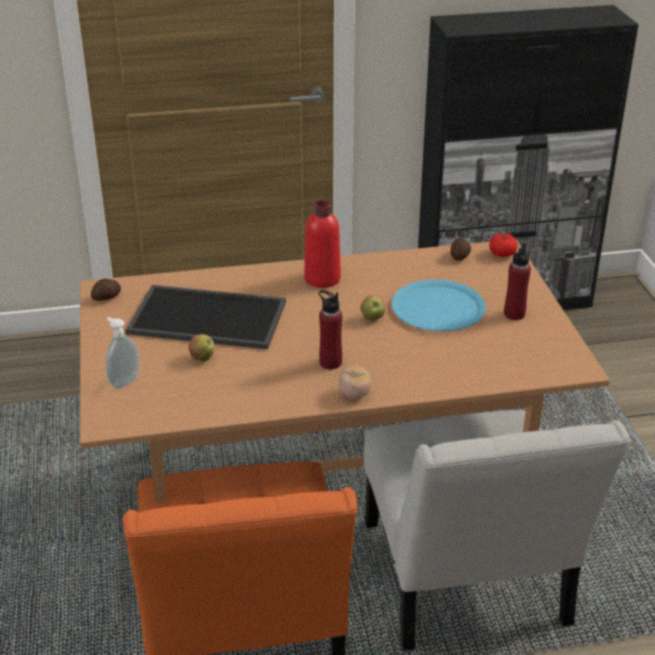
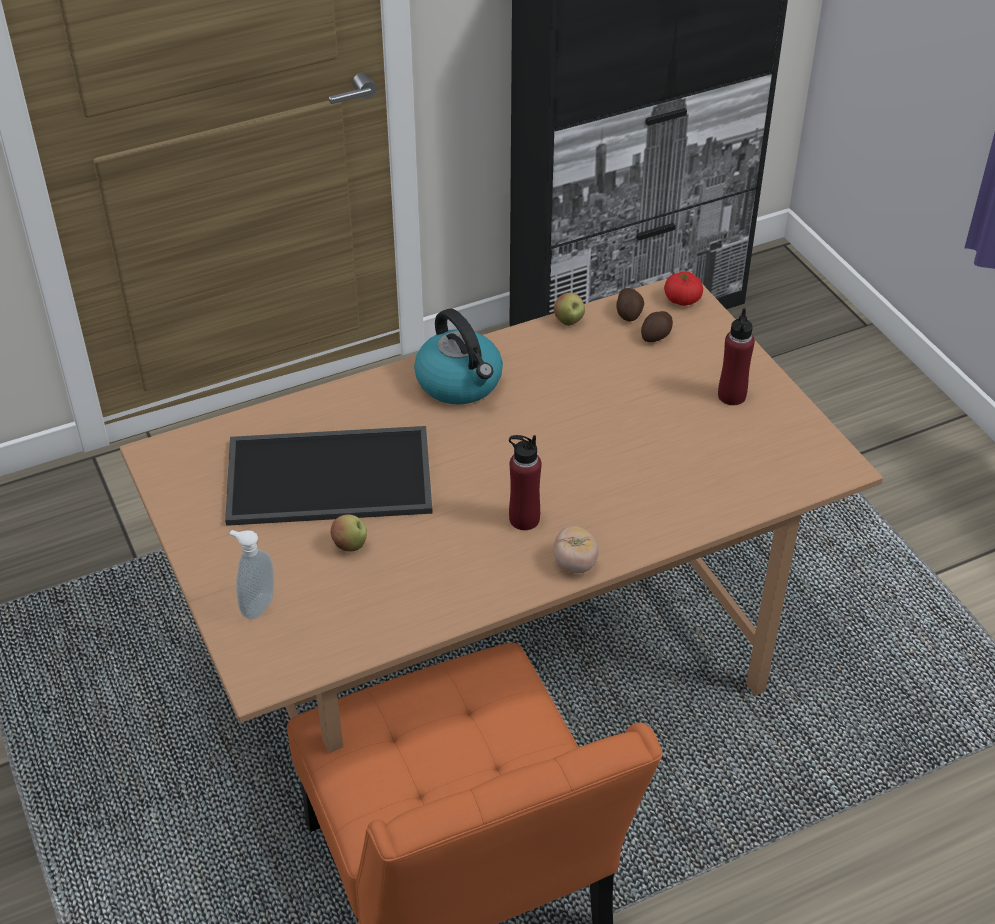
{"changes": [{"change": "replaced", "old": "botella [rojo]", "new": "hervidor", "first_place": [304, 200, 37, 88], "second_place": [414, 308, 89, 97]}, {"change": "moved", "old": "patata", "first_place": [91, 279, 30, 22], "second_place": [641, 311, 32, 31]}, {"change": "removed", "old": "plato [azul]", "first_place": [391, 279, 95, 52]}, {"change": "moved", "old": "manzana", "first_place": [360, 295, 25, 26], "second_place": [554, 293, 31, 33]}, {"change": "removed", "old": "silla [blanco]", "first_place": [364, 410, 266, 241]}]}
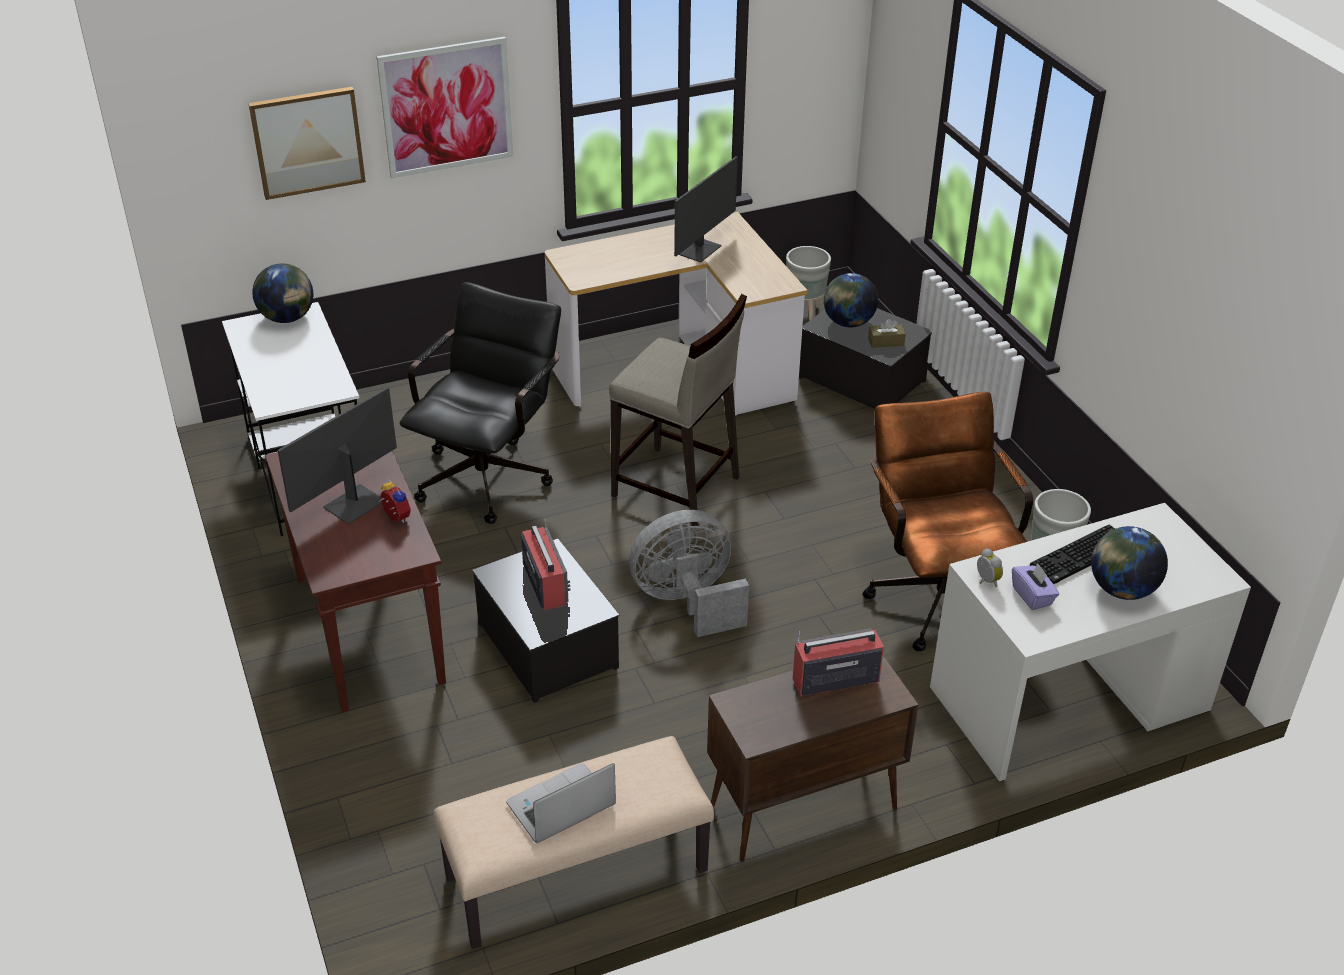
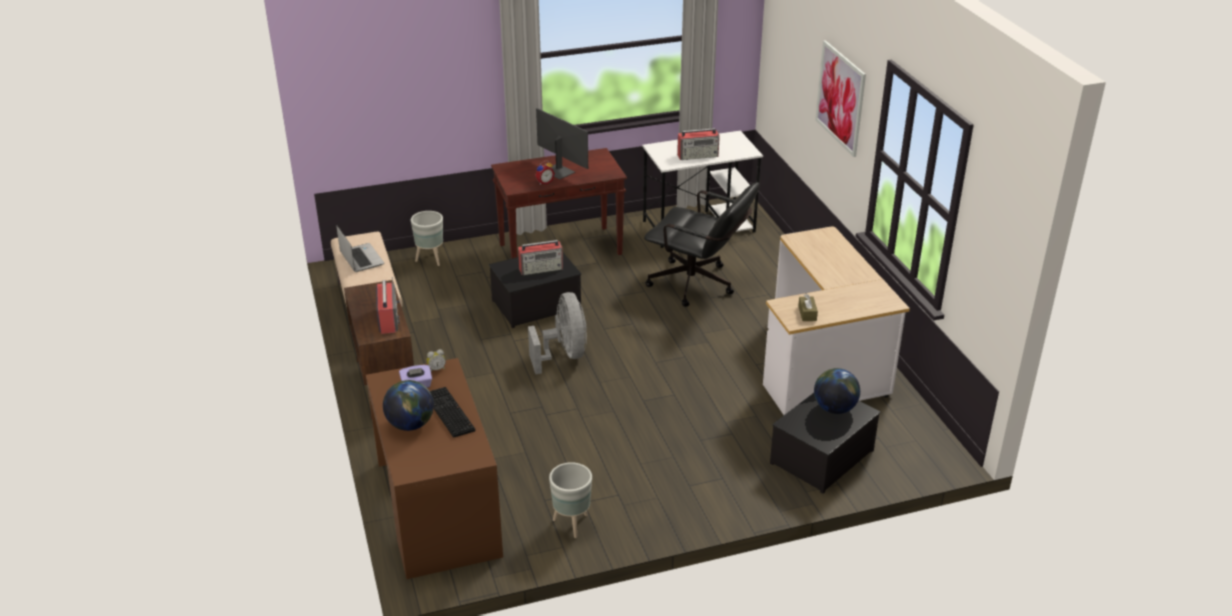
{"changes": [{"change": "removed", "old": "cuadro", "first_place": [248, 87, 118, 113]}, {"change": "removed", "old": "monitor", "first_place": [674, 156, 64, 106]}, {"change": "moved", "old": "maceta [gris]", "first_place": [786, 246, 45, 75], "second_place": [411, 211, 32, 55]}, {"change": "removed", "old": "globo terráqueo", "first_place": [252, 264, 61, 59]}, {"change": "removed", "old": "taburete [beis]", "first_place": [609, 294, 138, 232]}, {"change": "moved", "old": "caja de pañuelos [marrón]", "first_place": [868, 319, 38, 29], "second_place": [798, 294, 20, 27]}, {"change": "removed", "old": "silla de oficina [marrón]", "first_place": [862, 392, 171, 259]}, {"change": "recoloured", "old": "escritorio [blanco]", "new": "escritorio [marrón]", "first_place": [930, 503, 321, 278], "second_place": [366, 358, 137, 221]}, {"change": "added", "new": "radio", "second_place": [677, 128, 43, 32]}]}
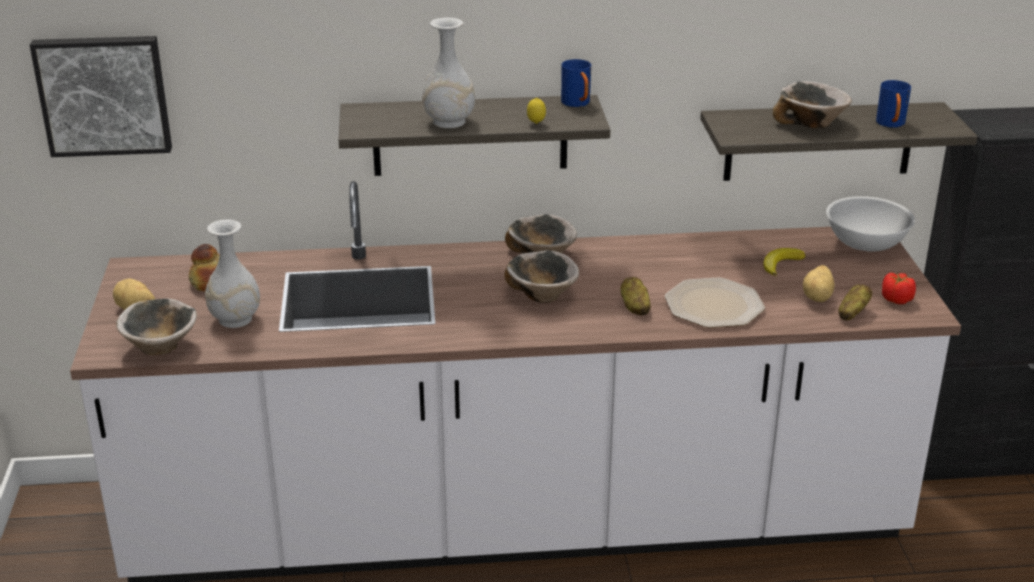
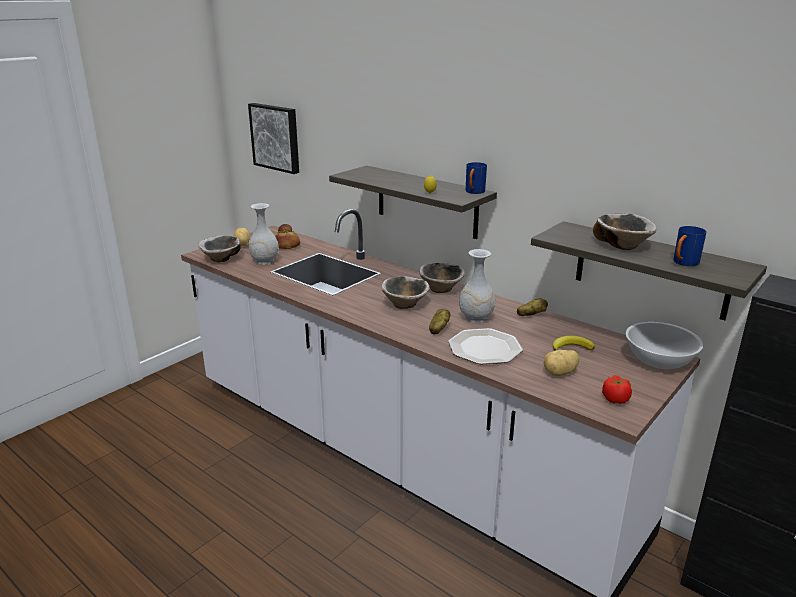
{"changes": [{"change": "moved", "old": "florero [blanco]", "first_place": [422, 17, 53, 111], "second_place": [459, 249, 36, 74]}, {"change": "moved", "old": "patata", "first_place": [838, 284, 34, 36], "second_place": [517, 298, 31, 18]}]}
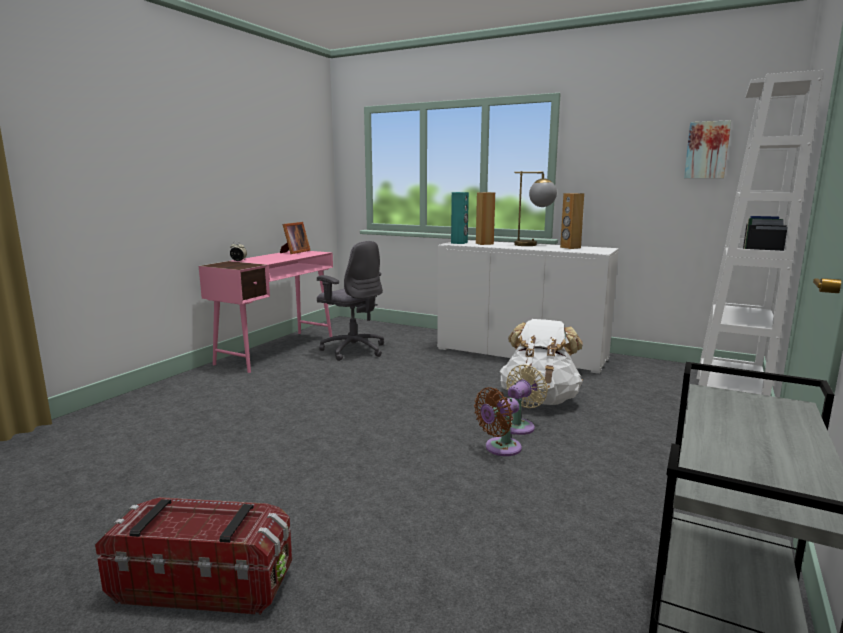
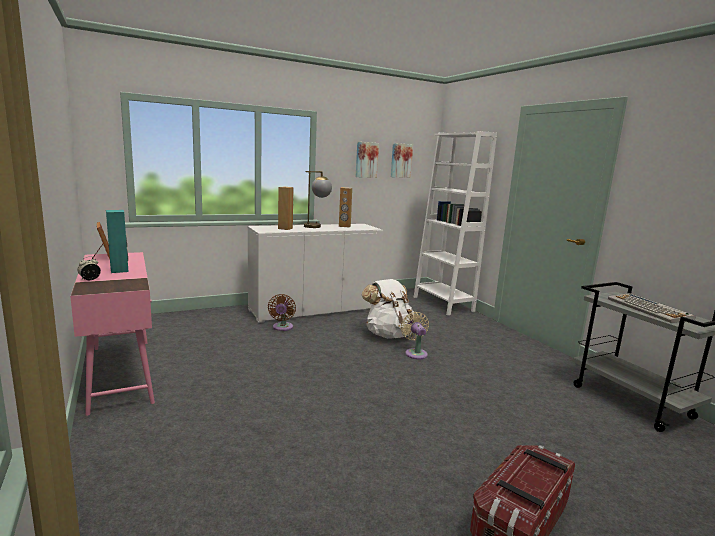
{"changes": [{"change": "moved", "old": "altavoz [turquesa]", "first_place": [451, 192, 18, 52], "second_place": [106, 210, 23, 63]}, {"change": "removed", "old": "silla de oficina [gris]", "first_place": [317, 241, 67, 120]}, {"change": "moved", "old": "ventilador [marrón]", "first_place": [474, 387, 48, 69], "second_place": [268, 294, 28, 37]}, {"change": "added", "new": "cuadro", "second_place": [356, 142, 23, 36]}, {"change": "added", "new": "teclado", "second_place": [608, 293, 88, 30]}]}
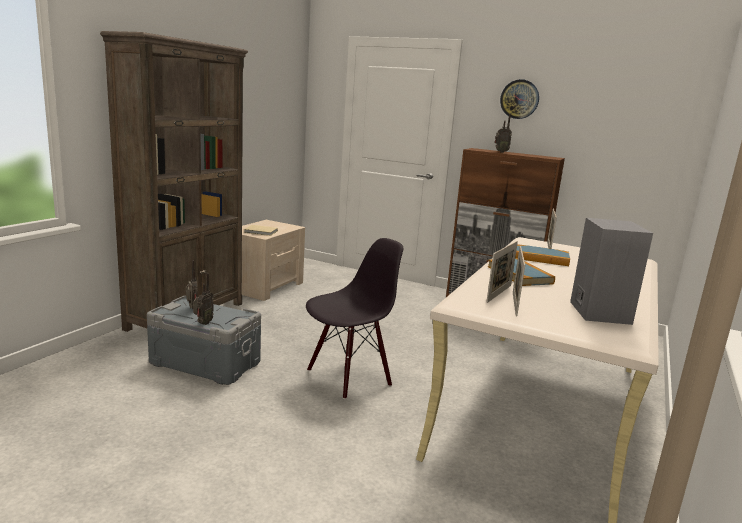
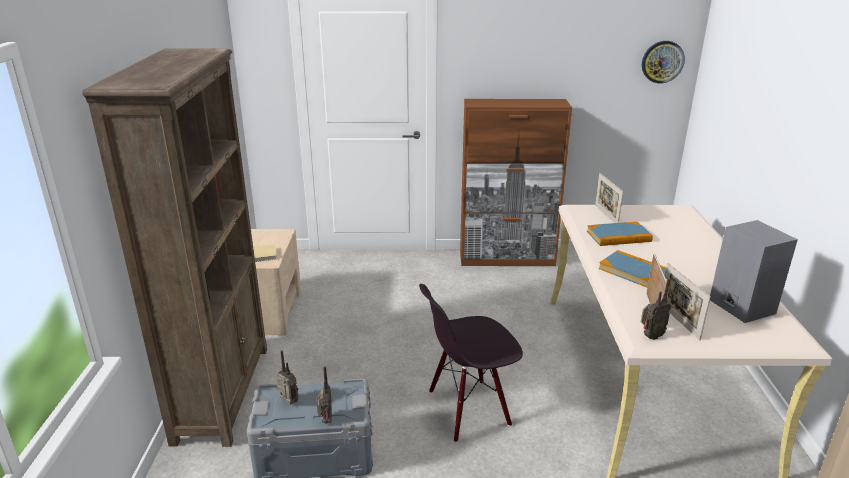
{"changes": [{"change": "moved", "old": "reloj de pared", "first_place": [500, 79, 39, 40], "second_place": [642, 41, 43, 42]}, {"change": "moved", "old": "radio", "first_place": [494, 113, 18, 40], "second_place": [641, 279, 30, 61]}, {"change": "turned", "old": "silla [negro]", "first_place": [306, 238, 97, 161], "second_place": [419, 284, 104, 159], "degrees": -135}]}
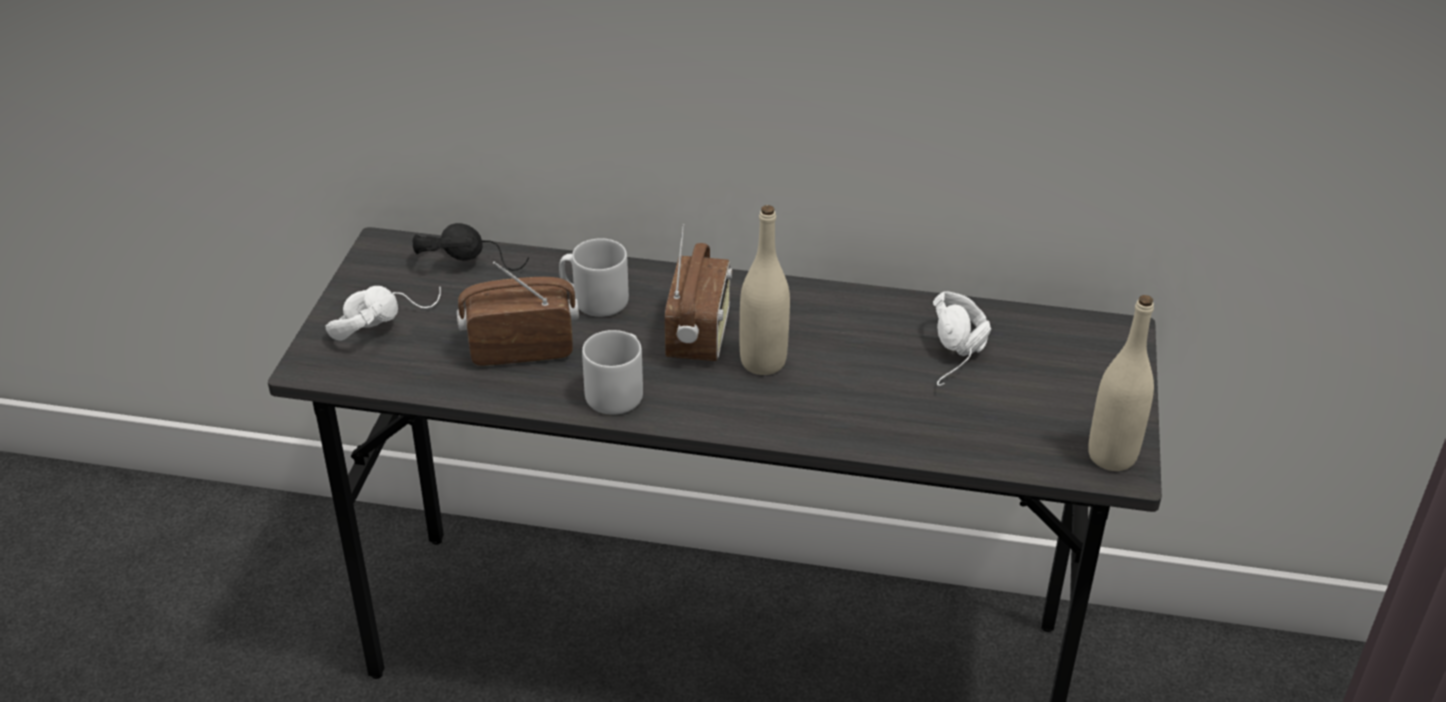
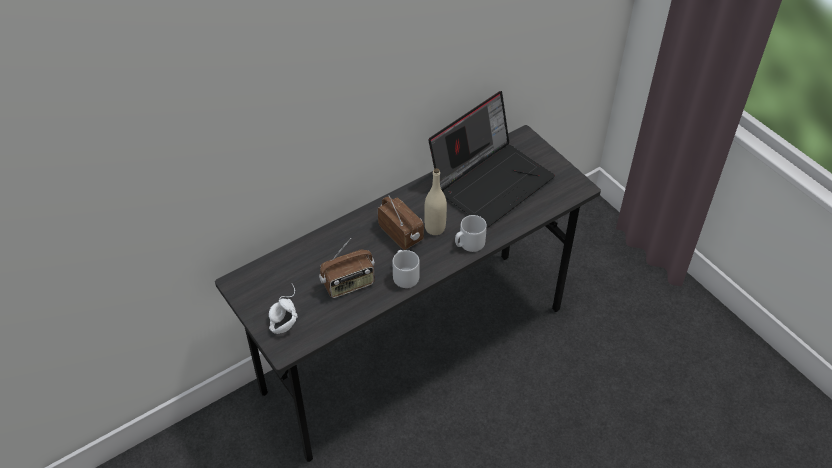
{"changes": [{"change": "removed", "old": "auriculares [negro]", "first_place": [413, 223, 116, 48]}, {"change": "moved", "old": "taza grande [gris]", "first_place": [559, 238, 70, 79], "second_place": [455, 215, 32, 37]}, {"change": "turned", "old": "radio", "first_place": [457, 261, 122, 105], "second_place": [319, 238, 56, 60], "degrees": -150}, {"change": "replaced", "old": "auriculares [blanco]", "new": "portátil", "first_place": [933, 291, 58, 95], "second_place": [428, 91, 127, 137]}, {"change": "removed", "old": "botella [beis]", "first_place": [1088, 295, 66, 176]}]}
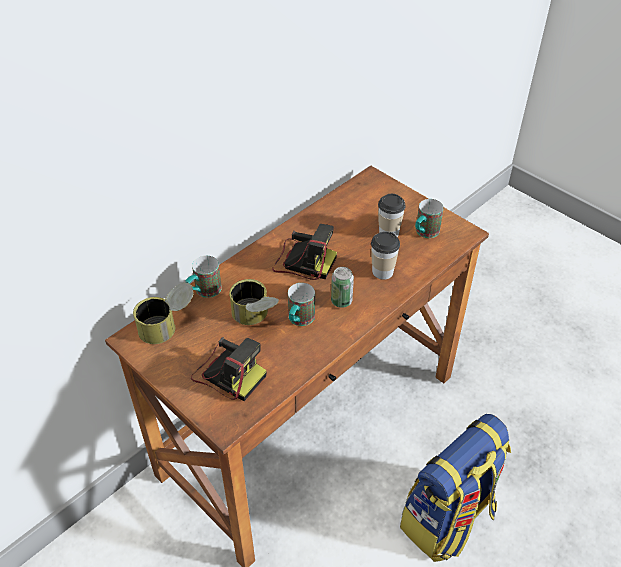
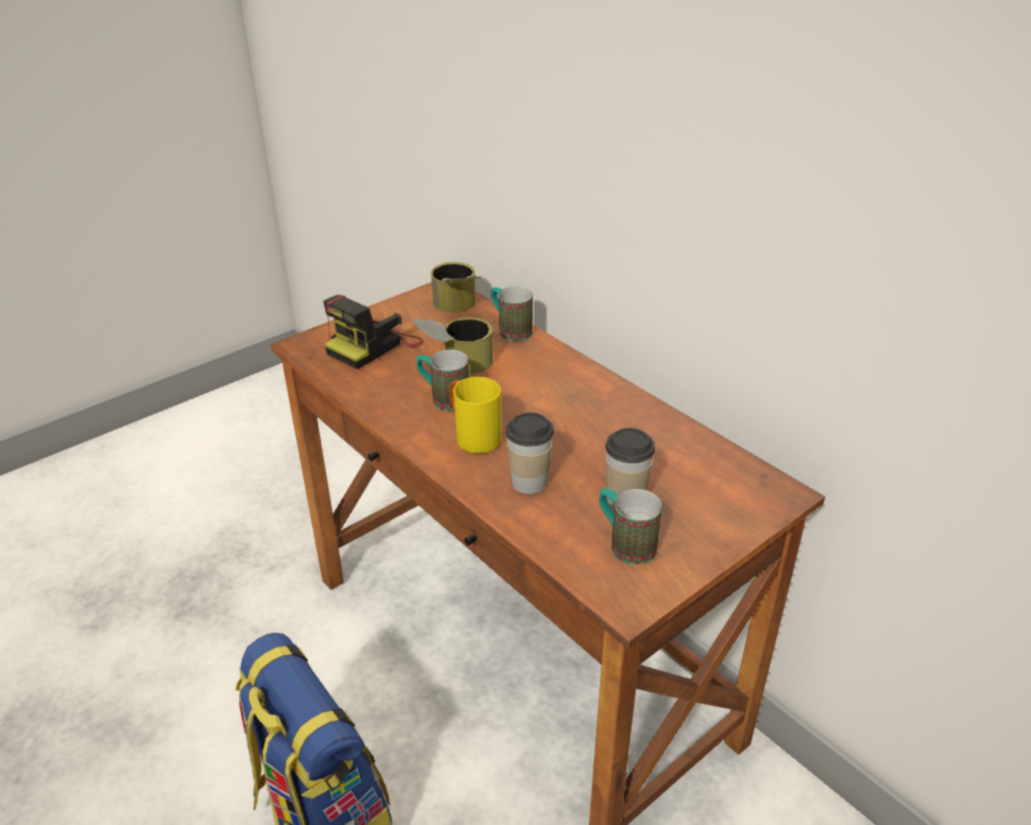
{"changes": [{"change": "removed", "old": "cámara", "first_place": [272, 224, 65, 56]}, {"change": "replaced", "old": "lata", "new": "taza grande [amarillo]", "first_place": [331, 267, 23, 41], "second_place": [449, 377, 52, 77]}]}
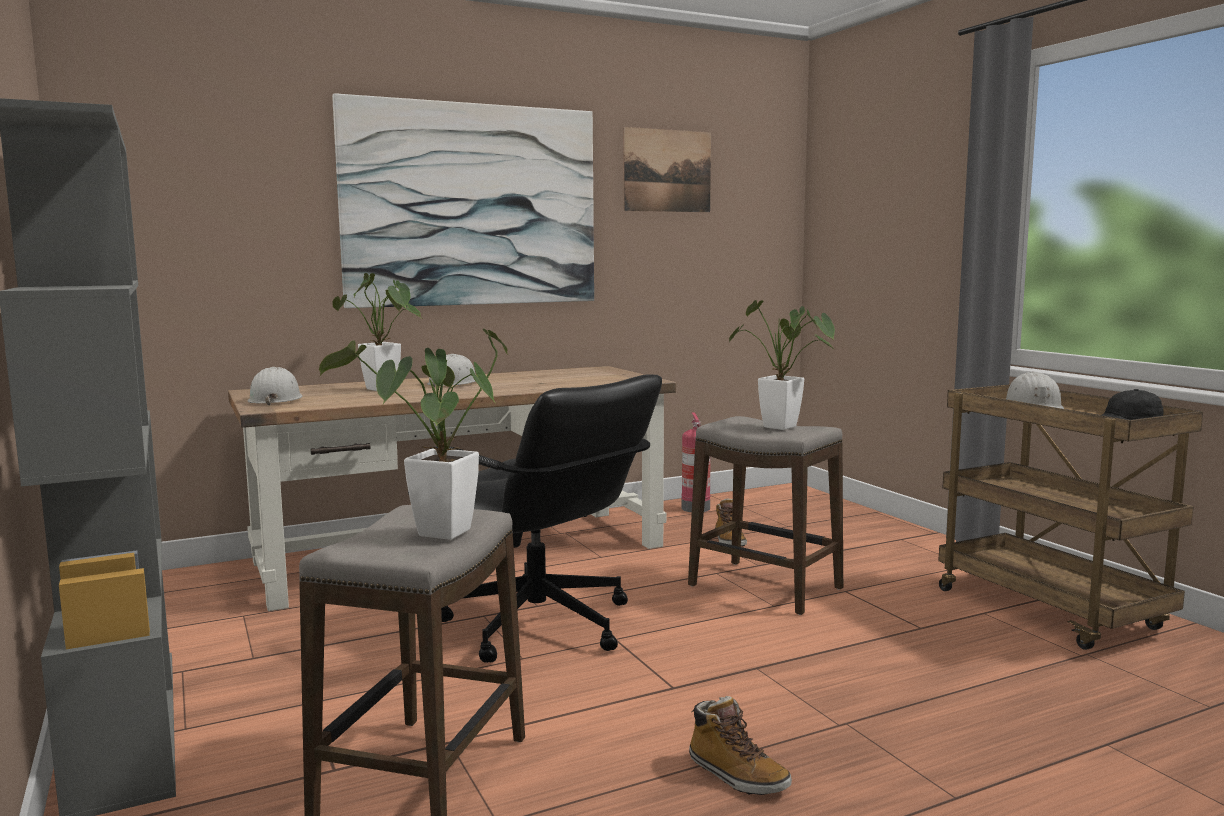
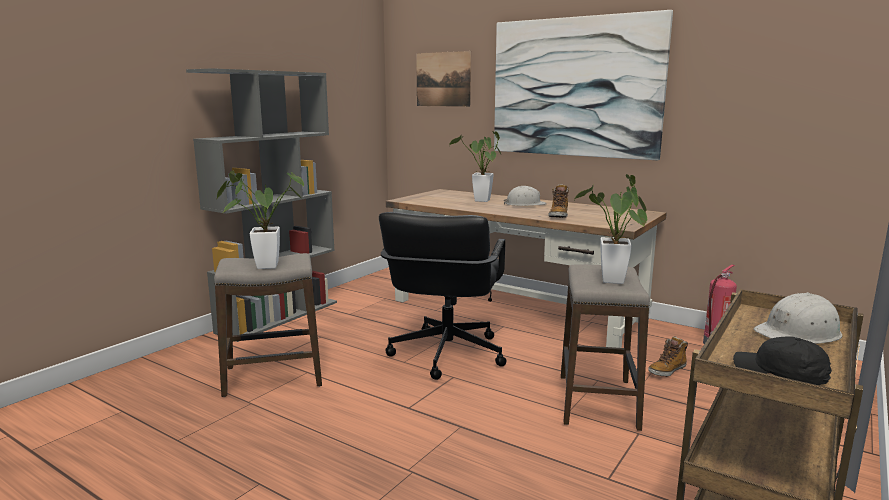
{"changes": [{"change": "moved", "old": "cuadro", "first_place": [623, 127, 88, 85], "second_place": [416, 51, 55, 56]}, {"change": "removed", "old": "casco [blanco]", "first_place": [248, 367, 54, 39]}, {"change": "moved", "old": "bota", "first_place": [689, 696, 103, 99], "second_place": [548, 184, 21, 34]}]}
